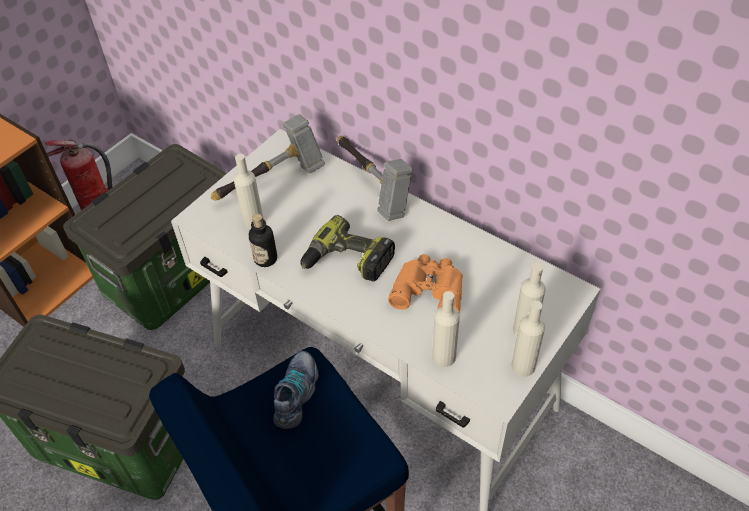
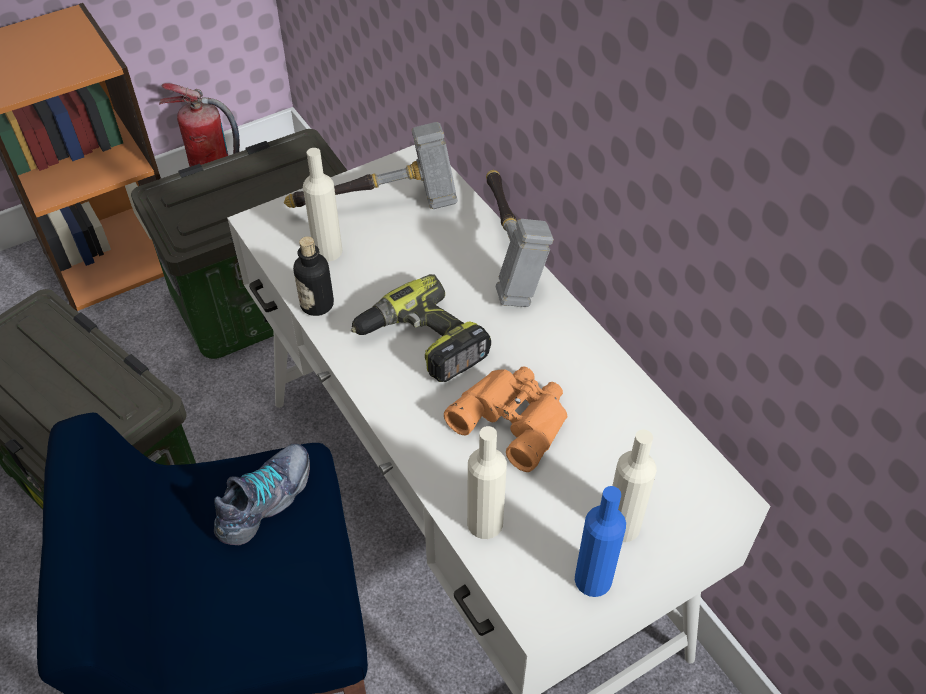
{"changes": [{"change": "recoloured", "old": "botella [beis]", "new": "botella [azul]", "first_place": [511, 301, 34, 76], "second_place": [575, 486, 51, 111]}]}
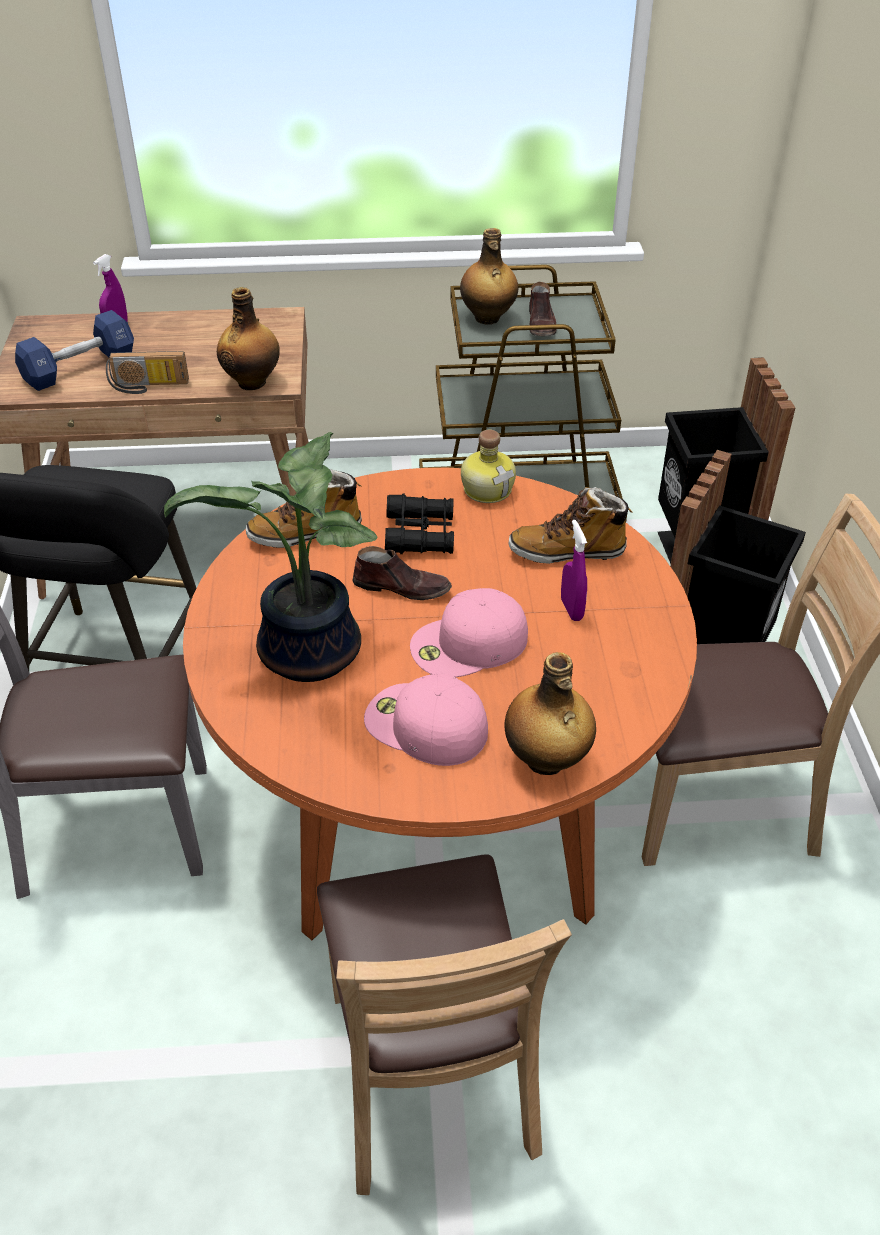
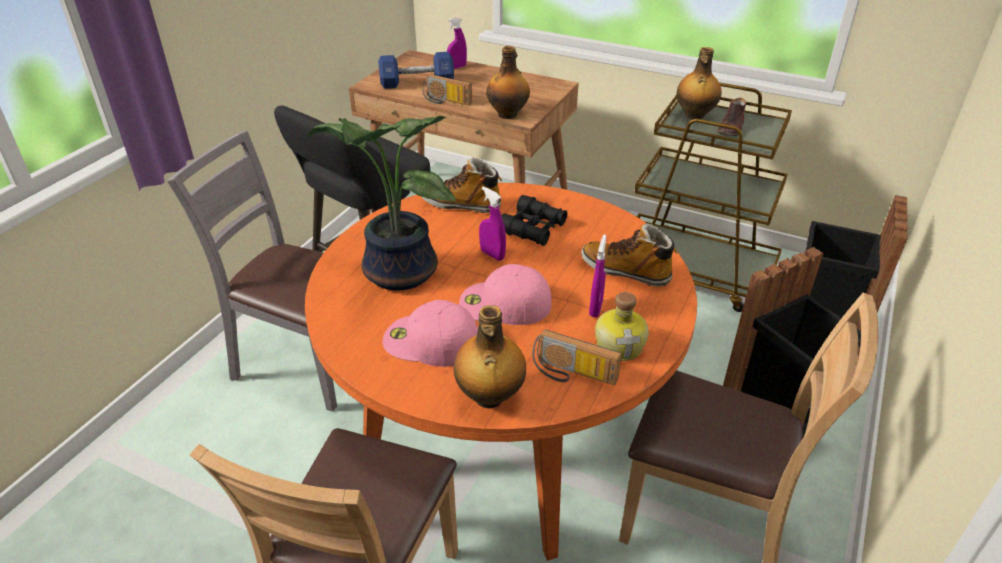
{"changes": [{"change": "moved", "old": "botella", "first_place": [461, 430, 55, 73], "second_place": [595, 292, 54, 69]}, {"change": "replaced", "old": "zapato [marrón]", "new": "pulverizador [morado]", "first_place": [353, 546, 99, 54], "second_place": [479, 187, 27, 74]}, {"change": "turned", "old": "gorra [rosa]", "first_place": [364, 673, 124, 93], "second_place": [383, 300, 95, 67], "degrees": -45}, {"change": "added", "new": "radio", "second_place": [532, 330, 90, 55]}]}
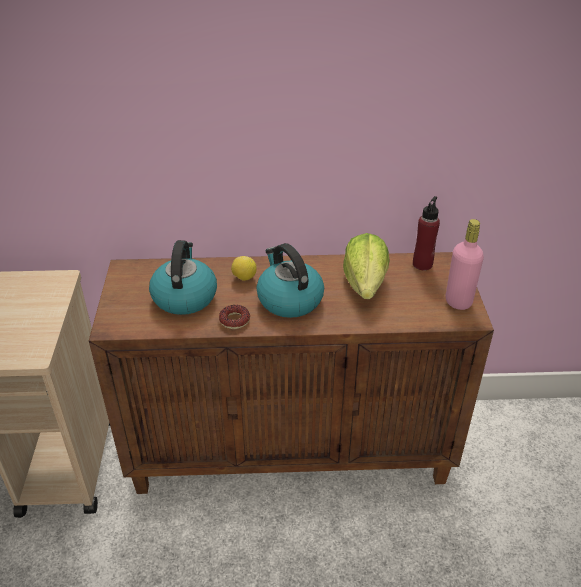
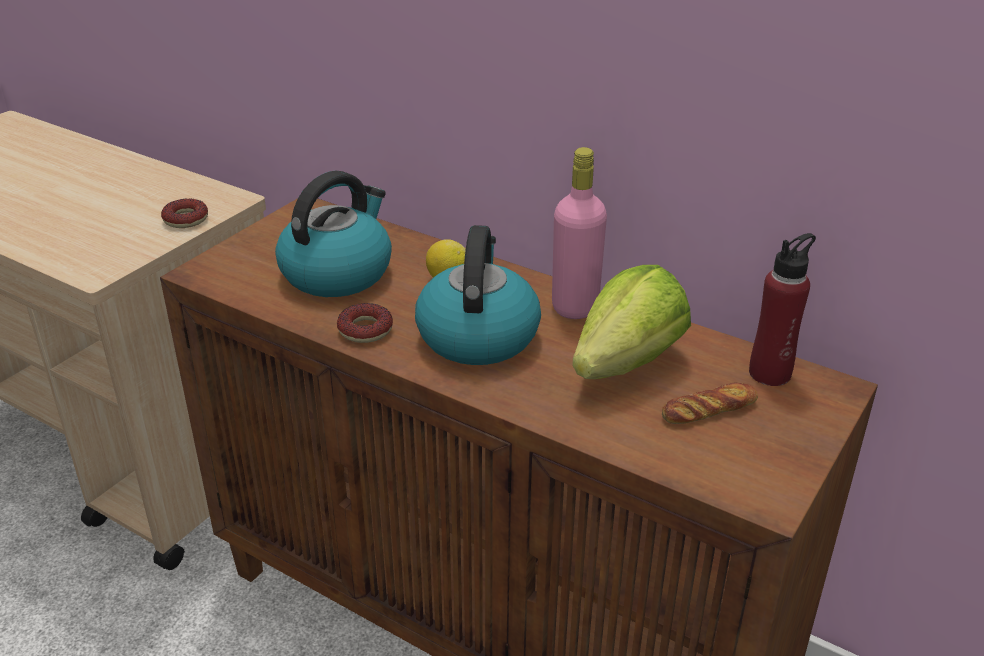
{"changes": [{"change": "moved", "old": "botella [rosa]", "first_place": [446, 219, 38, 91], "second_place": [552, 147, 55, 172]}, {"change": "added", "new": "rosquilla", "second_place": [161, 198, 47, 30]}, {"change": "added", "new": "pan", "second_place": [662, 383, 96, 41]}]}
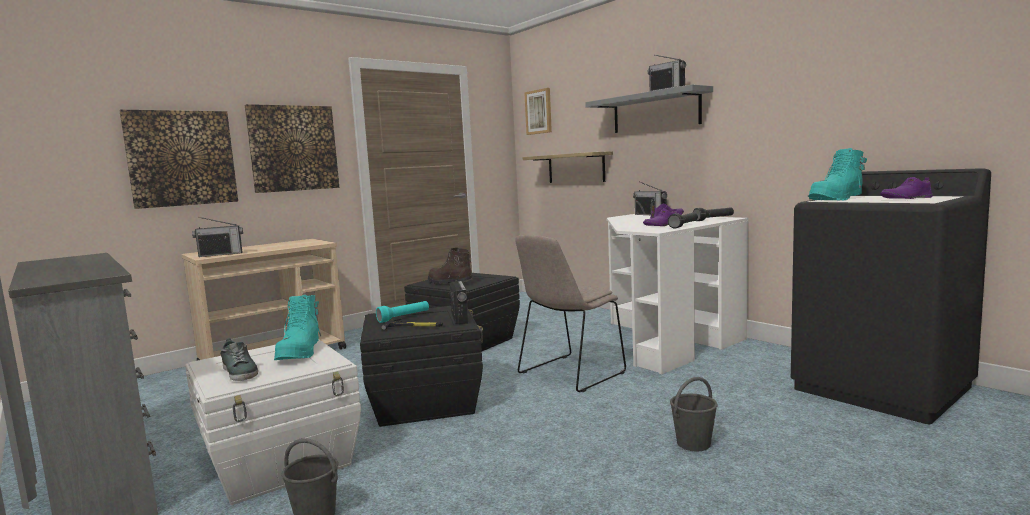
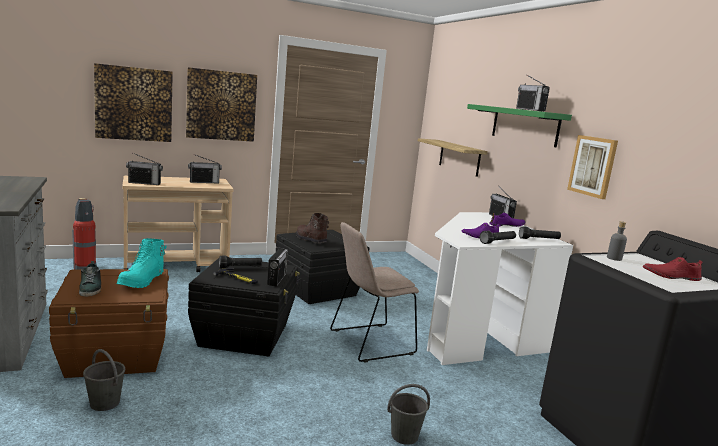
{"changes": [{"change": "recoloured", "old": "estante [gris]", "new": "estante [verde]", "first_place": [585, 84, 128, 49], "second_place": [467, 104, 105, 43]}, {"change": "moved", "old": "cuadro", "first_place": [524, 88, 28, 47], "second_place": [567, 135, 51, 64]}, {"change": "replaced", "old": "bota [turquesa]", "new": "botella [gris]", "first_place": [808, 148, 59, 52], "second_place": [607, 221, 20, 40]}, {"change": "recoloured", "old": "zapato [morado]", "new": "zapato [rojo]", "first_place": [880, 177, 53, 22], "second_place": [643, 257, 60, 24]}, {"change": "recoloured", "old": "linterna [turquesa]", "new": "linterna [negro]", "first_place": [376, 301, 53, 22], "second_place": [219, 256, 43, 12]}, {"change": "recoloured", "old": "caja de almacenaje [blanco]", "new": "caja de almacenaje [marrón]", "first_place": [185, 340, 176, 165], "second_place": [49, 269, 120, 109]}, {"change": "added", "new": "radio", "second_place": [188, 155, 34, 29]}, {"change": "added", "new": "extintor", "second_place": [72, 198, 24, 72]}]}
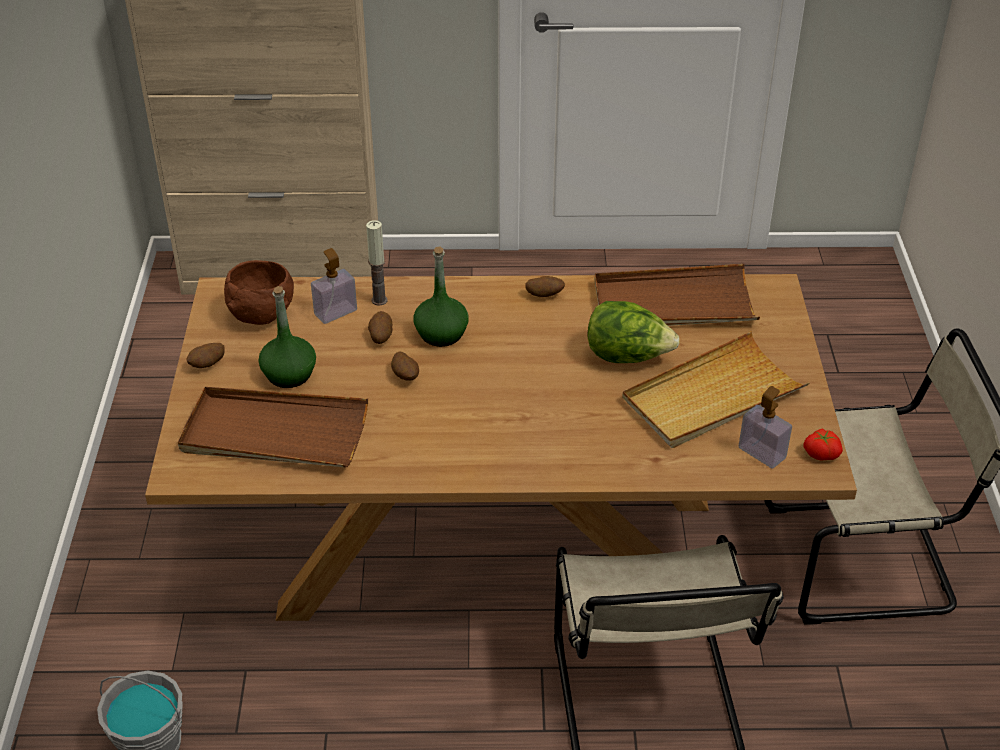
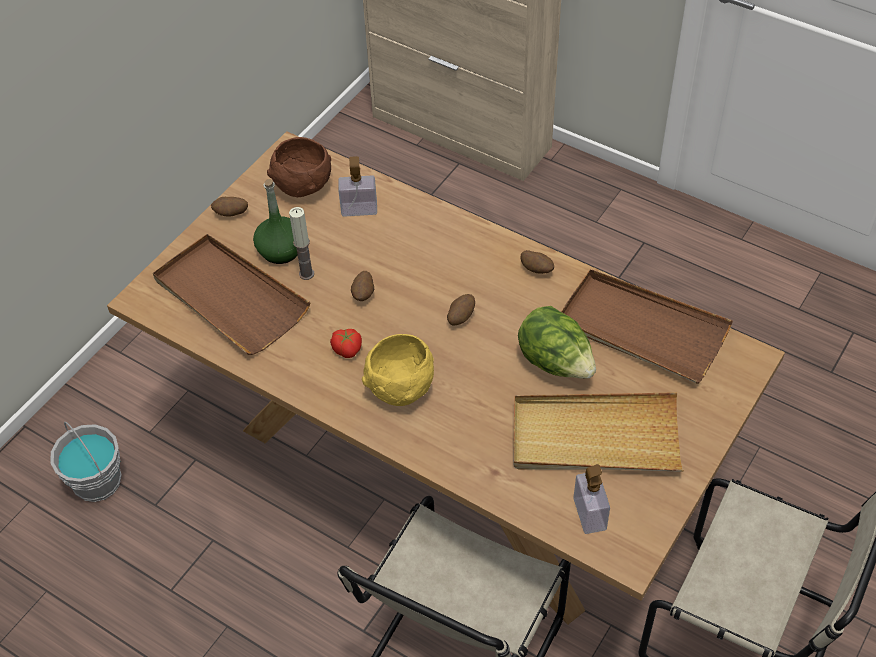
{"changes": [{"change": "moved", "old": "vela", "first_place": [366, 220, 22, 86], "second_place": [289, 207, 25, 73]}, {"change": "removed", "old": "botella [verde]", "first_place": [414, 247, 55, 100]}, {"change": "moved", "old": "patata", "first_place": [368, 311, 24, 33], "second_place": [447, 294, 28, 31]}, {"change": "moved", "old": "tomate", "first_place": [803, 428, 40, 33], "second_place": [330, 329, 32, 29]}, {"change": "added", "new": "cuenco [amarillo]", "second_place": [362, 334, 72, 72]}]}
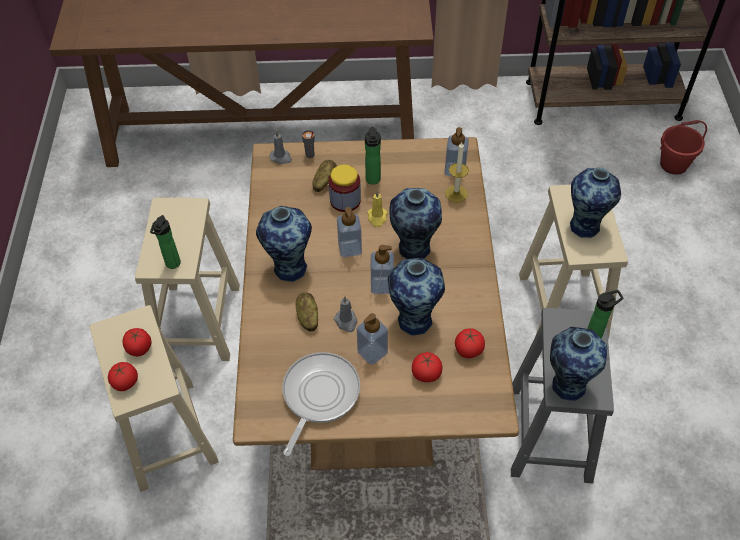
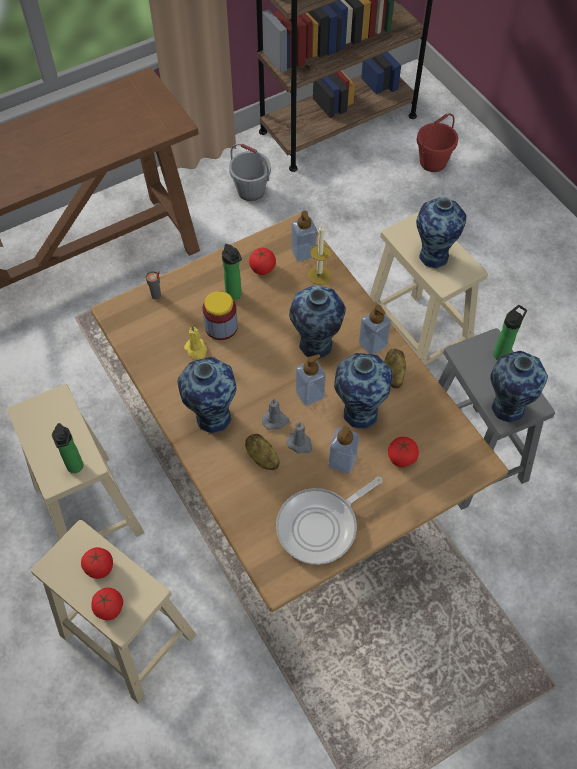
{"changes": [{"change": "moved", "old": "vela [gris]", "first_place": [270, 131, 22, 33], "second_place": [262, 398, 28, 32]}, {"change": "moved", "old": "patata", "first_place": [312, 160, 25, 32], "second_place": [385, 349, 21, 39]}, {"change": "moved", "old": "vela [amarillo]", "first_place": [367, 191, 20, 36], "second_place": [184, 325, 23, 35]}, {"change": "moved", "old": "dispensador de jabón", "first_place": [337, 207, 25, 50], "second_place": [359, 305, 32, 50]}, {"change": "moved", "old": "tomate", "first_place": [455, 328, 30, 30], "second_place": [249, 248, 27, 27]}, {"change": "turned", "old": "sartén", "first_place": [282, 352, 78, 104], "second_place": [276, 476, 107, 89], "degrees": -120}, {"change": "added", "new": "cubo [gris]", "second_place": [229, 143, 42, 58]}]}
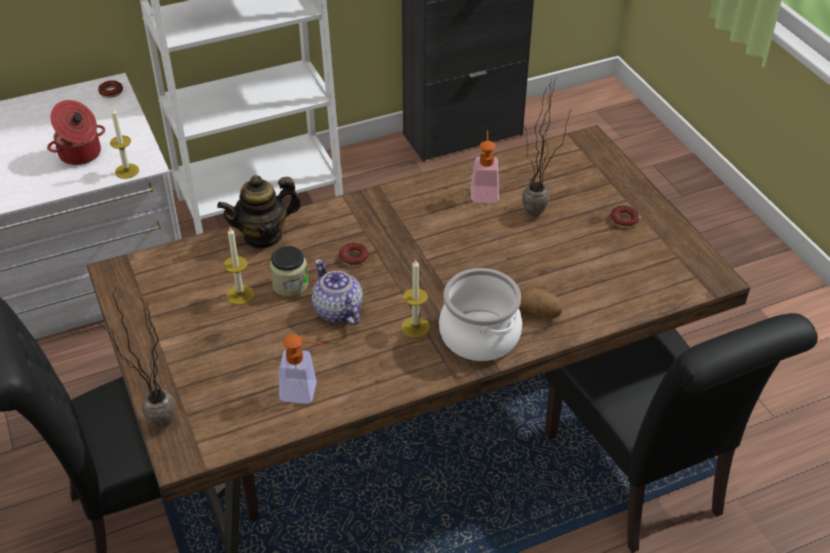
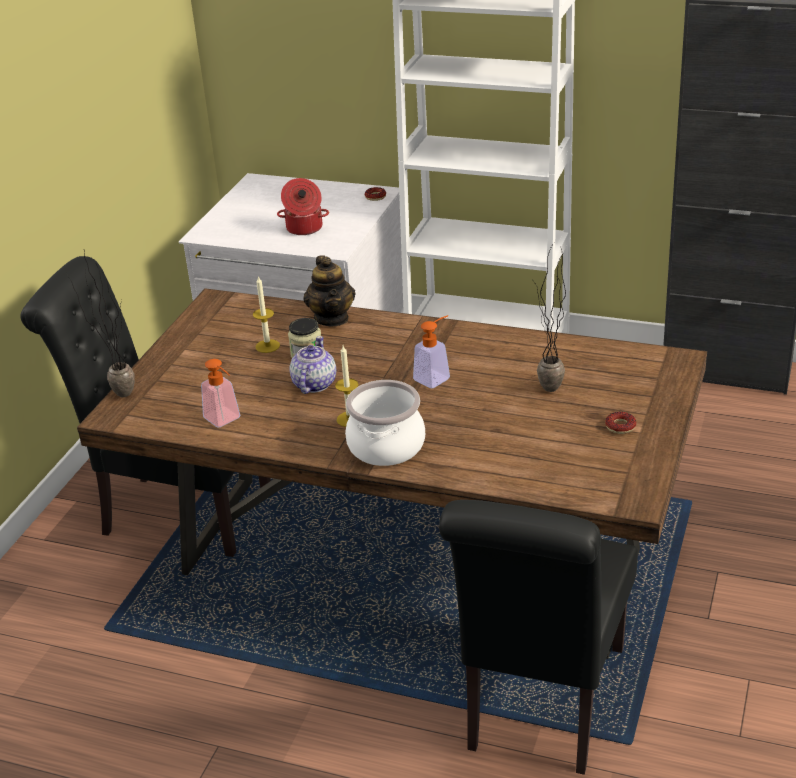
{"changes": [{"change": "removed", "old": "vela", "first_place": [110, 108, 29, 71]}, {"change": "moved", "old": "dispensador de jabón", "first_place": [471, 130, 28, 73], "second_place": [413, 315, 37, 73]}, {"change": "turned", "old": "tetera", "first_place": [217, 175, 84, 74], "second_place": [303, 255, 53, 72], "degrees": -120}, {"change": "removed", "old": "rosquilla", "first_place": [339, 243, 30, 23]}, {"change": "removed", "old": "patata", "first_place": [519, 288, 43, 31]}]}
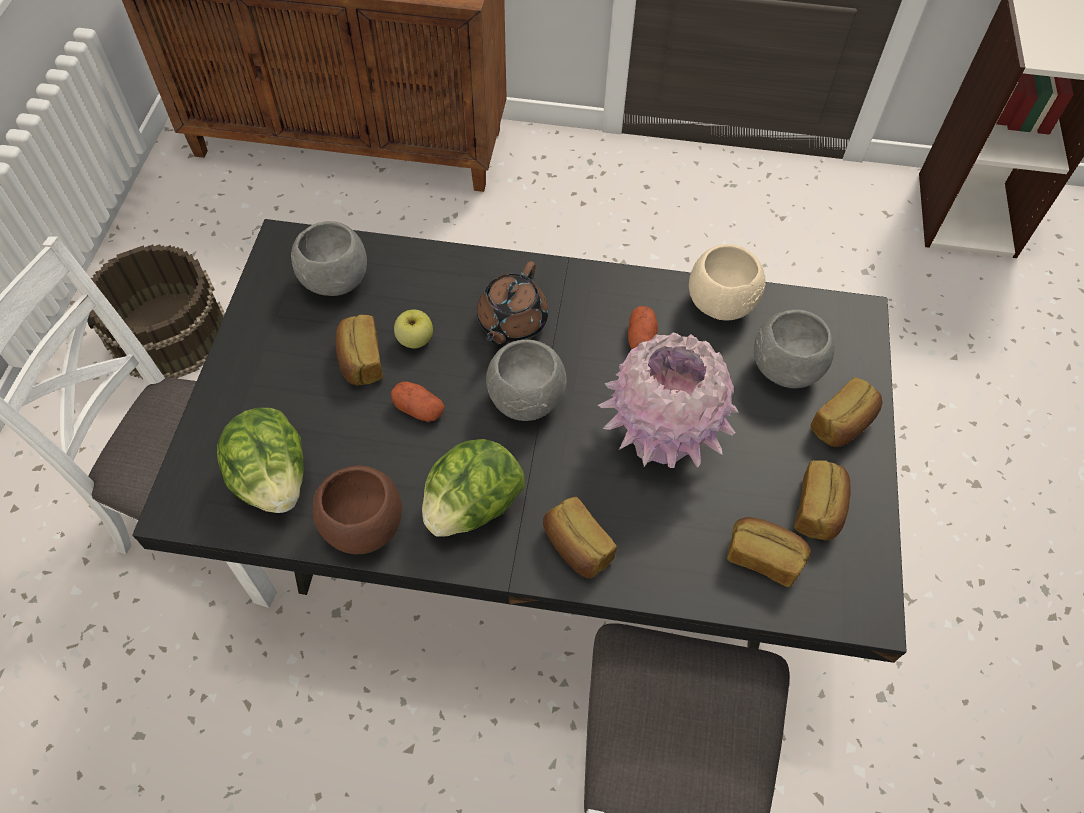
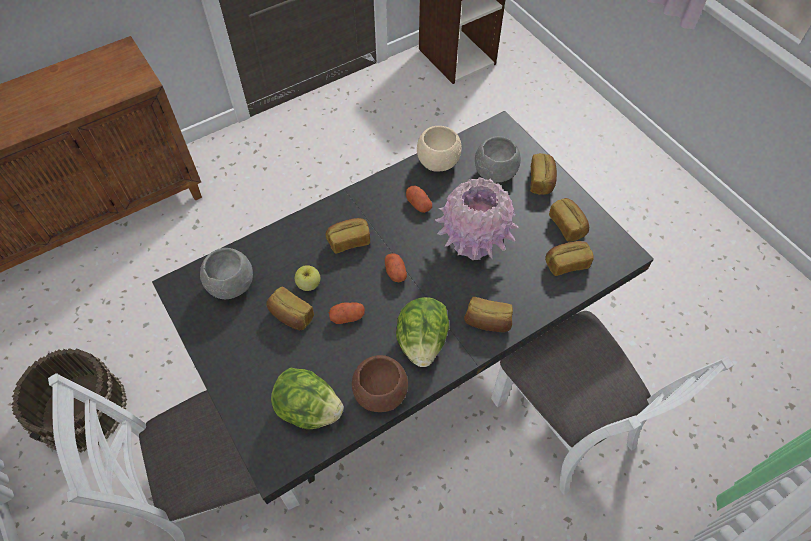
{"changes": [{"change": "replaced", "old": "tetera [marrón]", "new": "pan", "first_place": [477, 261, 71, 83], "second_place": [326, 218, 44, 36]}, {"change": "replaced", "old": "cuenco [gris]", "new": "patata", "first_place": [486, 339, 81, 82], "second_place": [385, 253, 22, 29]}]}
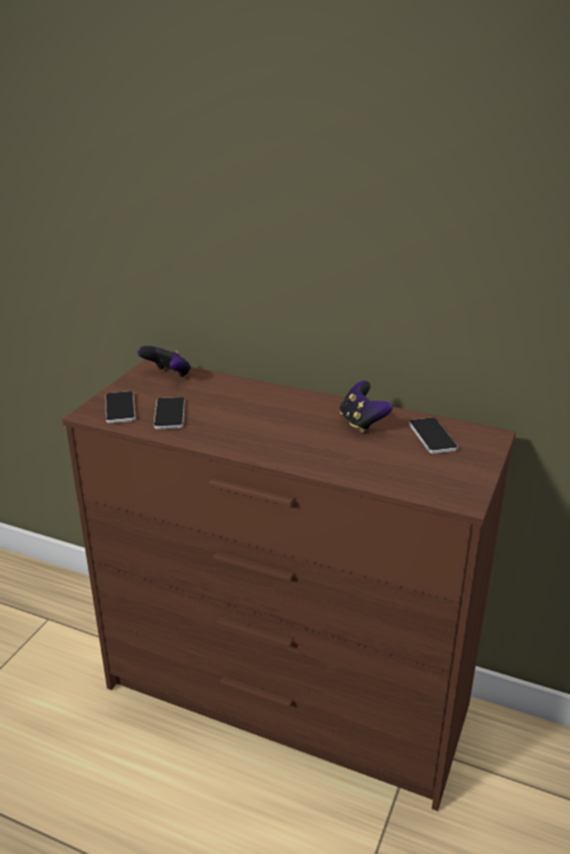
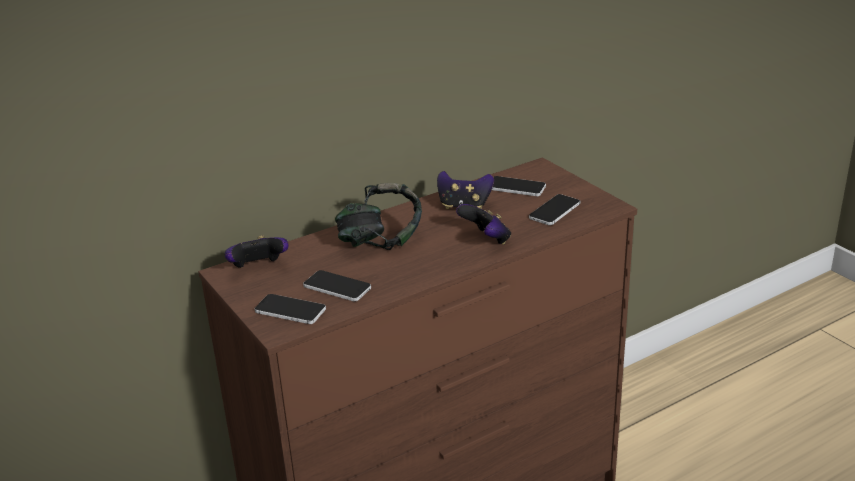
{"changes": [{"change": "added", "new": "auriculares", "second_place": [335, 183, 87, 67]}, {"change": "added", "new": "móvil", "second_place": [529, 194, 51, 31]}, {"change": "added", "new": "mando de consola", "second_place": [456, 204, 55, 41]}]}
